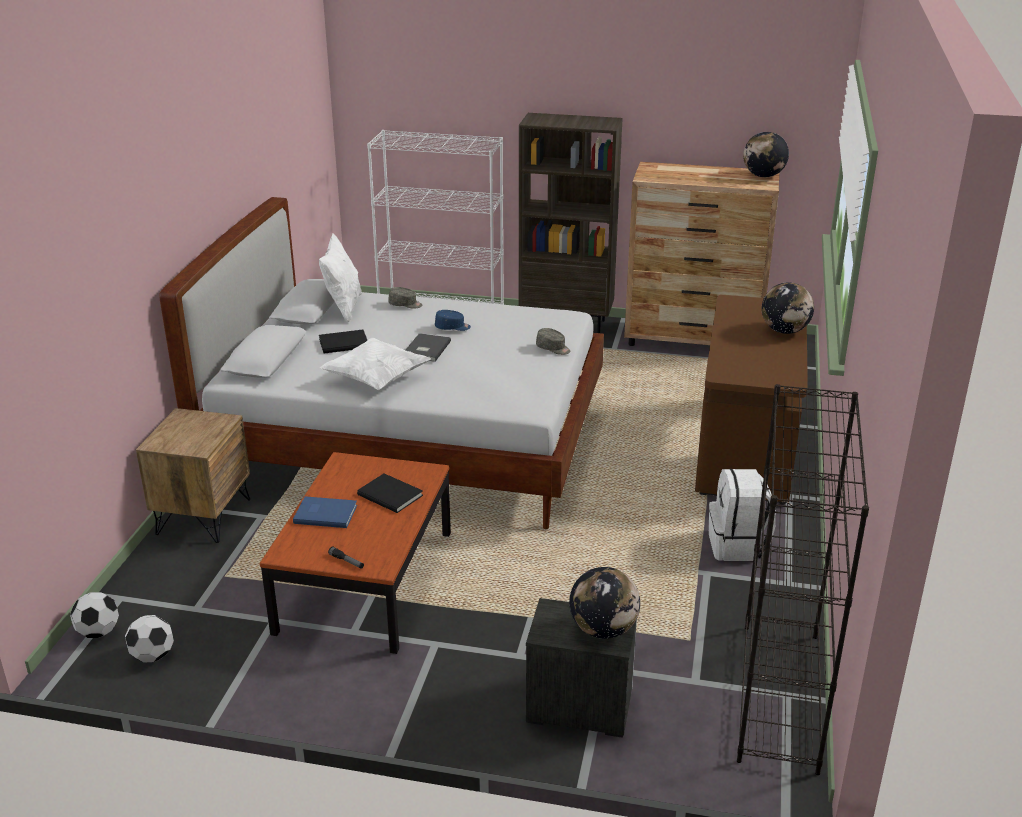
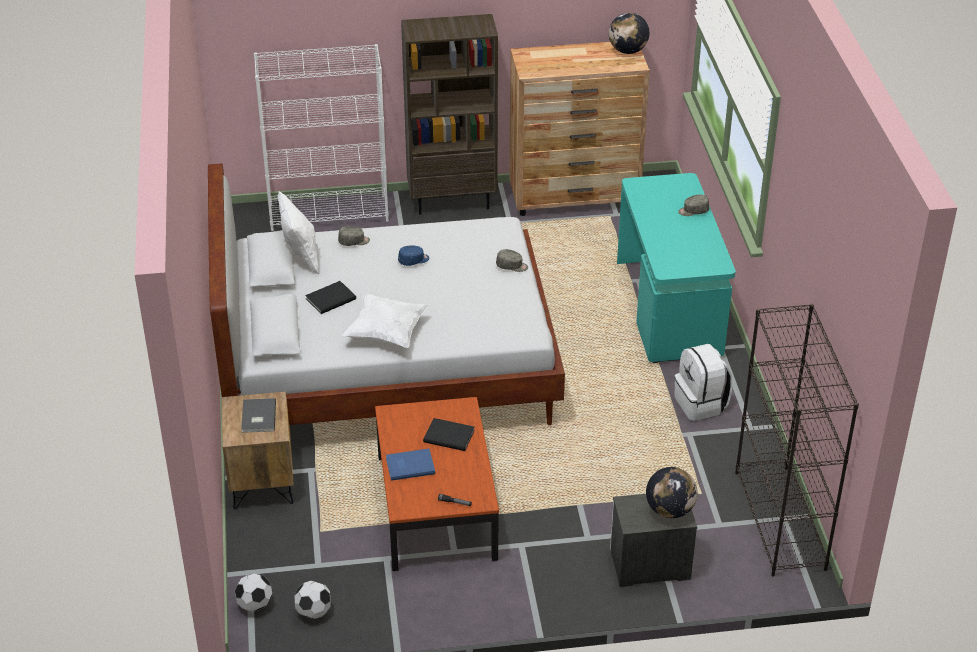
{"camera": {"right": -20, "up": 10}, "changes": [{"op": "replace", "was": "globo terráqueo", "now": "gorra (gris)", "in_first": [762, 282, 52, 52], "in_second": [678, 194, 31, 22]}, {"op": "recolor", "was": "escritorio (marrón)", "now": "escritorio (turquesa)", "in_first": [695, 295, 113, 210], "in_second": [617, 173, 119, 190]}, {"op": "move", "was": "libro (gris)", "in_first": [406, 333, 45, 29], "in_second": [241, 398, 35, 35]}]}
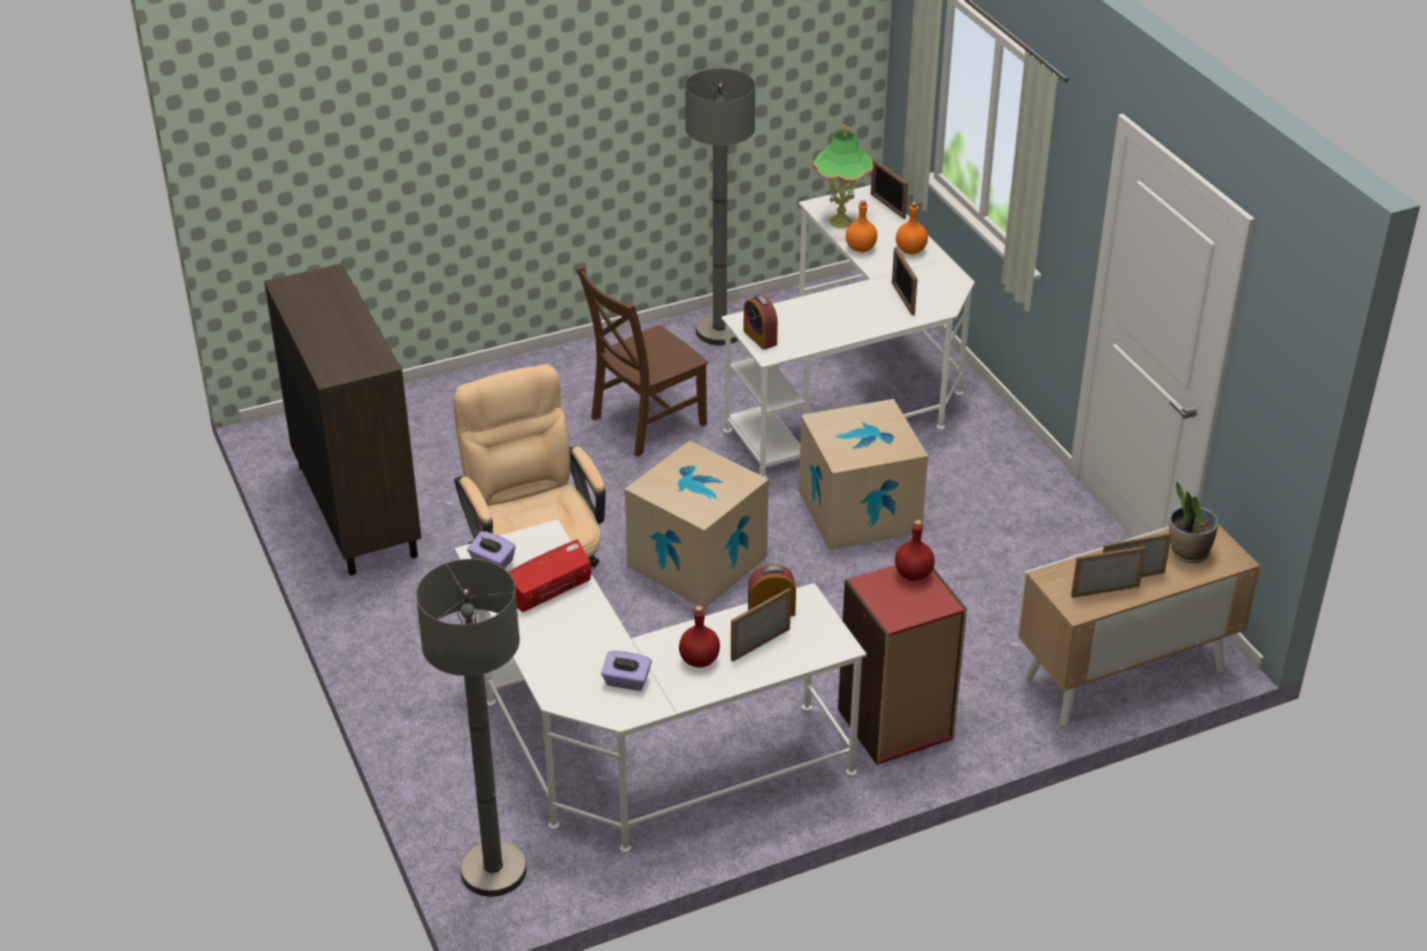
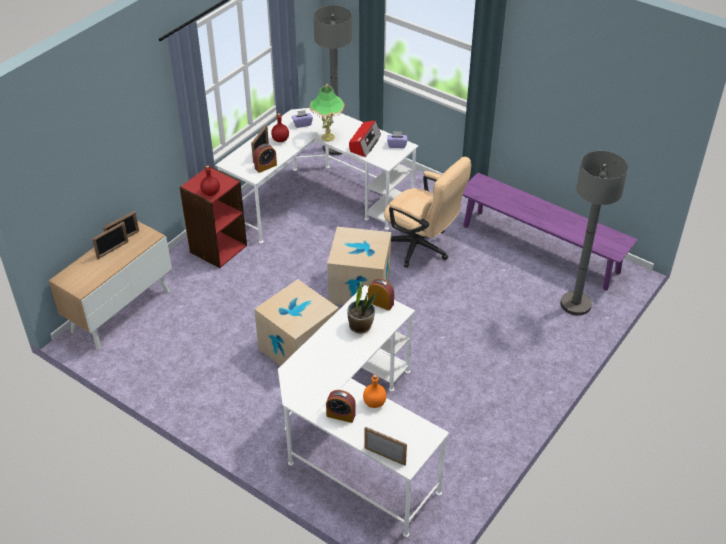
{"camera": {"right": 150, "up": 5}, "changes": [{"op": "move", "was": "lámpara de pie (gris)", "in_first": [685, 68, 70, 277], "in_second": [560, 151, 68, 164]}, {"op": "move", "was": "lámpara de mesa", "in_first": [813, 125, 61, 103], "in_second": [310, 84, 35, 57]}, {"op": "replace", "was": "botella (naranja)", "now": "despertador", "in_first": [896, 202, 32, 52], "in_second": [326, 390, 30, 33]}, {"op": "delete", "was": "portarretratos", "in_first": [892, 247, 26, 69]}, {"op": "replace", "was": "armario (marrón)", "now": "banco (morado)", "in_first": [264, 263, 158, 312], "in_second": [463, 173, 175, 117]}, {"op": "delete", "was": "silla (marrón)", "in_first": [576, 266, 132, 191]}, {"op": "move", "was": "planta en maceta", "in_first": [1169, 482, 49, 81], "in_second": [348, 282, 28, 51]}]}
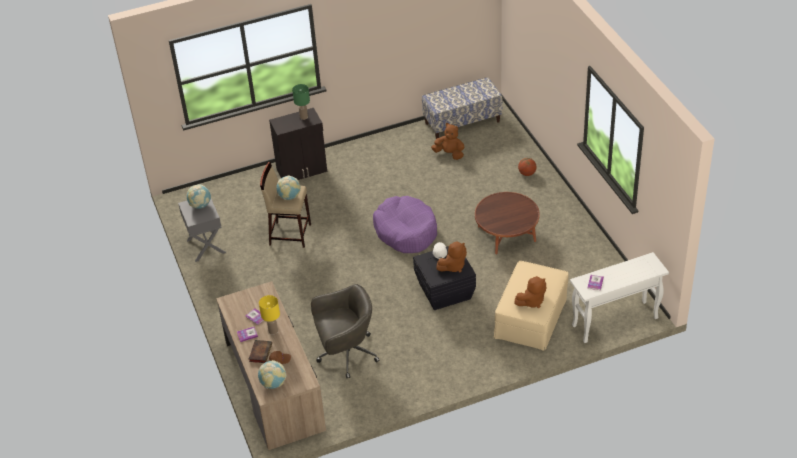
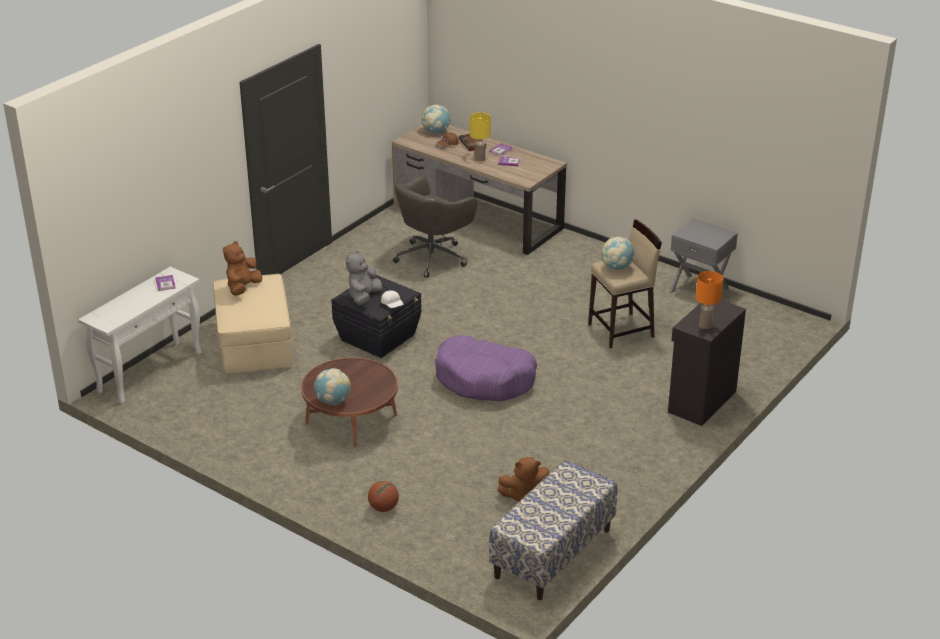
{"camera": {"right": 145, "up": -10}, "changes": [{"op": "recolor", "was": "lámpara de mesa (verde)", "now": "lámpara de mesa (naranja)", "in_first": [292, 84, 18, 36], "in_second": [696, 271, 27, 58]}, {"op": "move", "was": "globo terráqueo", "in_first": [187, 184, 24, 25], "in_second": [314, 368, 37, 38]}, {"op": "recolor", "was": "peluche (marrón)", "now": "peluche (gris)", "in_first": [436, 241, 31, 32], "in_second": [346, 250, 36, 55]}]}
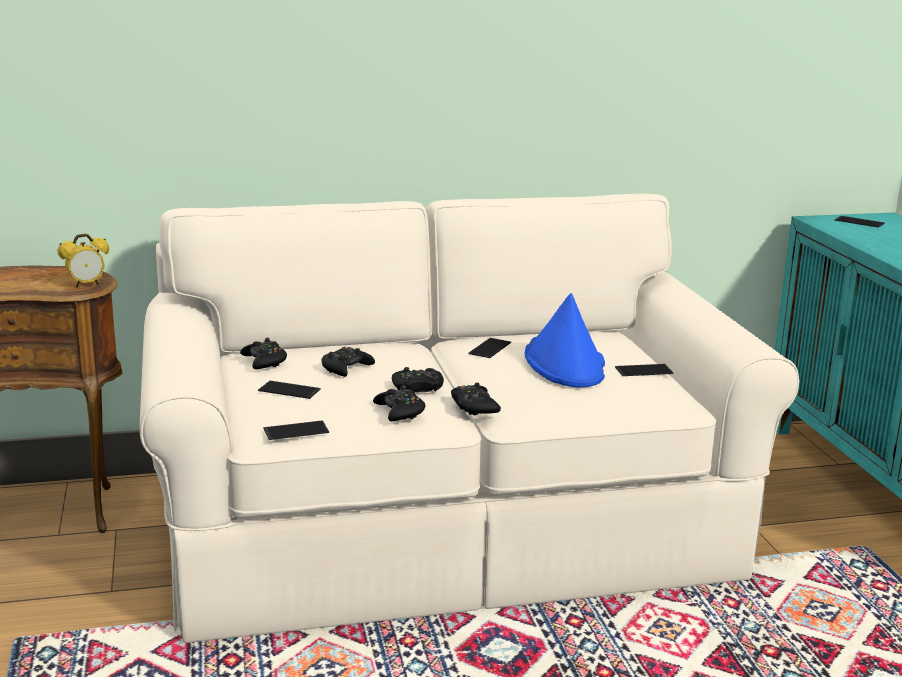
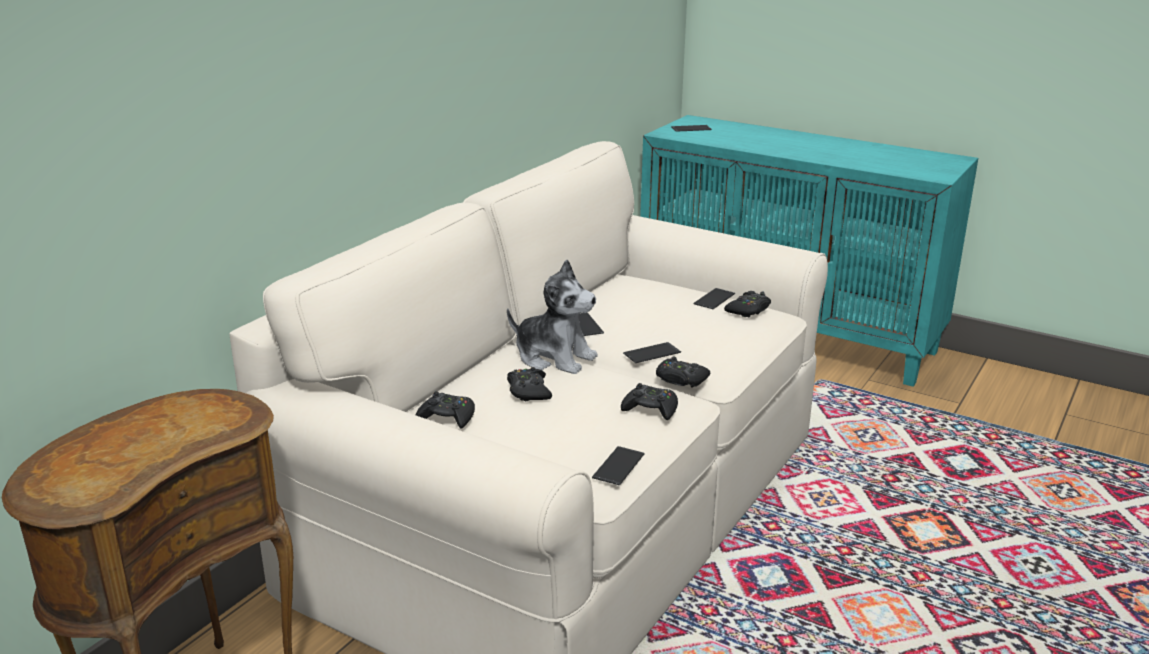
{"camera": {"right": -45, "up": 5}, "changes": [{"op": "delete", "was": "despertador", "in_first": [58, 233, 51, 55]}, {"op": "delete", "was": "sombrero (azul)", "in_first": [525, 293, 80, 94]}, {"op": "move", "was": "mando de consola (negro)", "in_first": [392, 367, 52, 25], "in_second": [724, 291, 47, 26]}, {"op": "move", "was": "móvil", "in_first": [258, 381, 63, 18], "in_second": [623, 342, 58, 21]}, {"op": "insert", "now": "peluche", "in_second": [507, 260, 90, 114]}]}
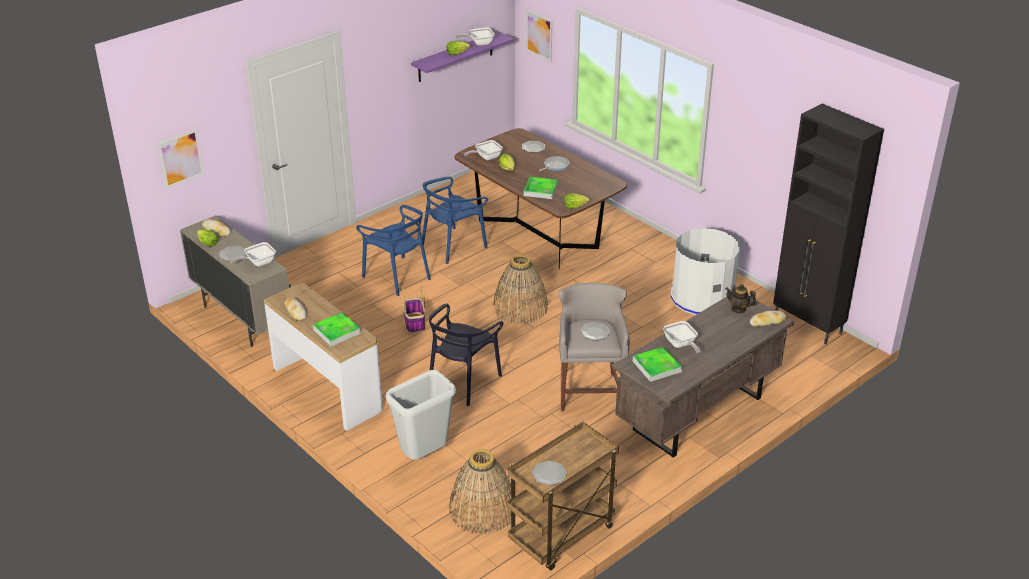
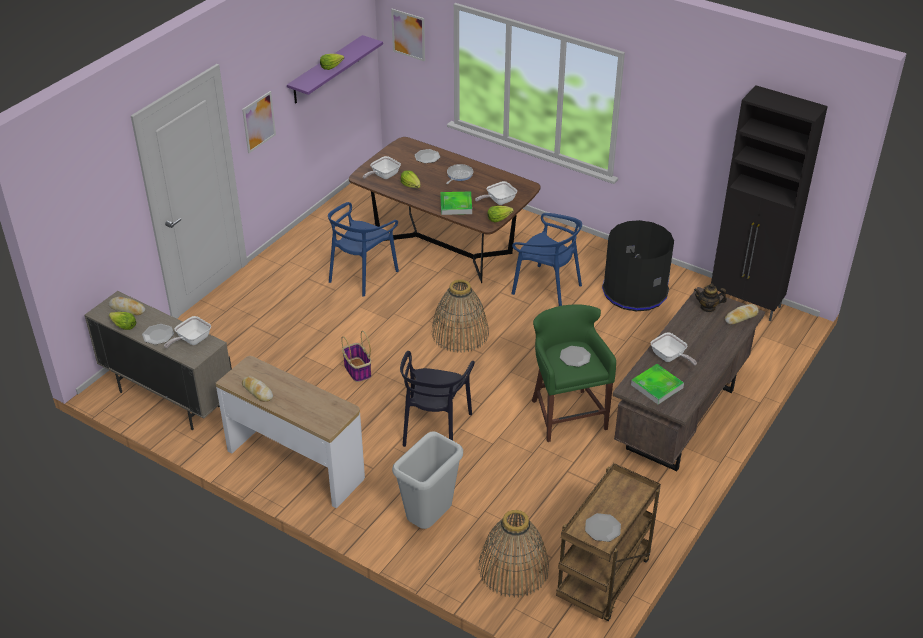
{"camera": {"right": -15, "up": 5}, "changes": [{"op": "move", "was": "sartén", "in_first": [455, 27, 40, 19], "in_second": [475, 181, 42, 24]}, {"op": "move", "was": "cuadro", "in_first": [158, 129, 46, 59], "in_second": [242, 91, 34, 62]}, {"op": "move", "was": "silla (azul)", "in_first": [356, 205, 75, 91], "in_second": [511, 213, 71, 93]}, {"op": "recolor", "was": "papelera (blanco)", "now": "papelera (negro)", "in_first": [671, 228, 69, 87], "in_second": [602, 220, 72, 91]}, {"op": "recolor", "was": "taburete (gris)", "now": "taburete (verde)", "in_first": [559, 283, 71, 128], "in_second": [532, 304, 84, 138]}, {"op": "delete", "was": "bandeja", "in_first": [313, 312, 48, 34]}]}
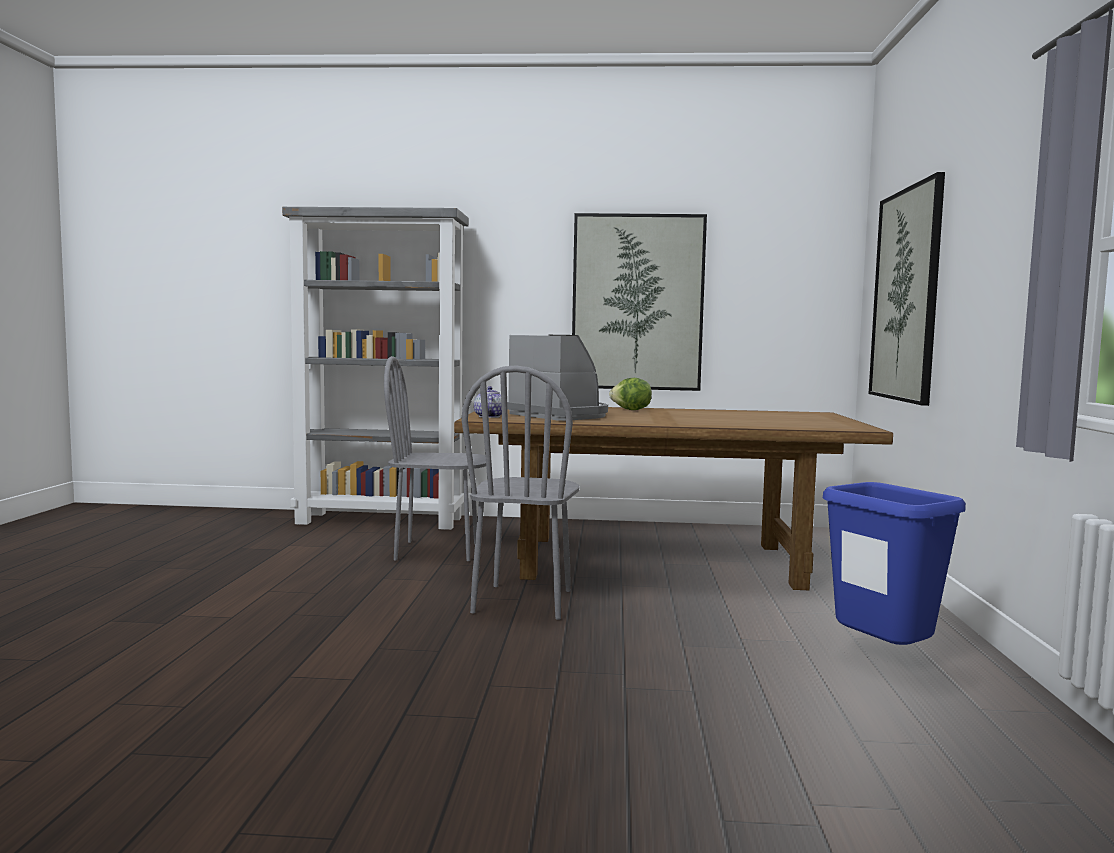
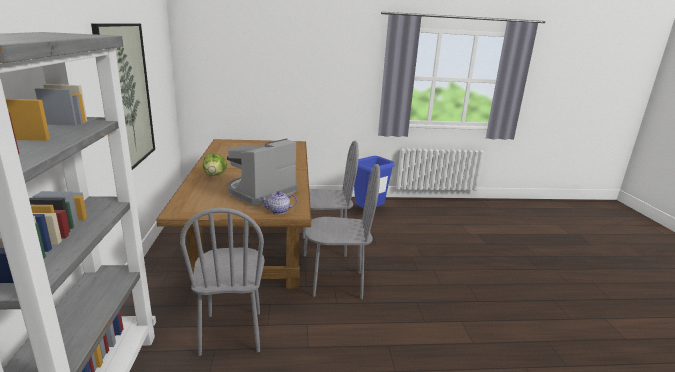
{"camera": {"right": -100, "up": 15}, "changes": [{"op": "delete", "was": "cuadro", "in_first": [869, 172, 76, 234]}, {"op": "insert", "now": "silla (gris)", "in_second": [303, 141, 56, 116]}]}
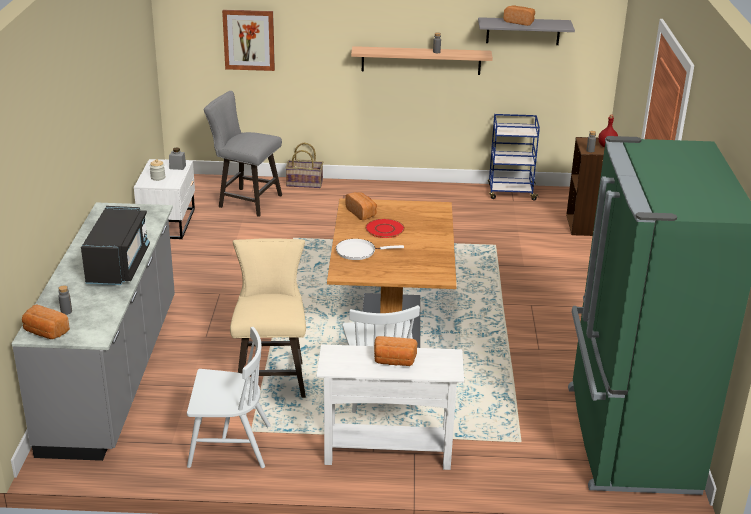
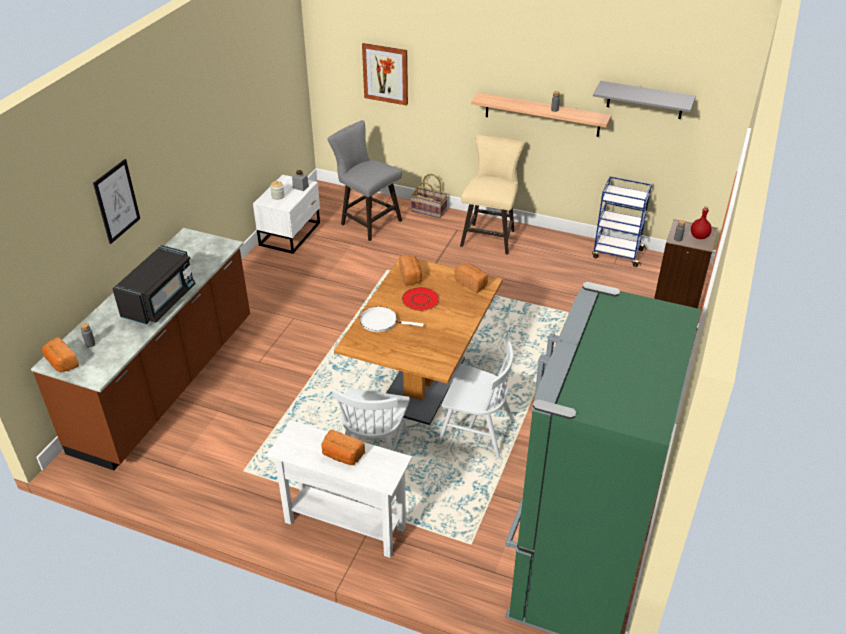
{"camera": {"right": 20, "up": 10}, "changes": [{"op": "move", "was": "pan", "in_first": [503, 5, 32, 21], "in_second": [454, 263, 34, 30]}, {"op": "recolor", "was": "mueble bajo de cocina (gris)", "now": "mueble bajo de cocina (marrón)", "in_first": [12, 202, 163, 259], "in_second": [31, 228, 219, 242]}, {"op": "move", "was": "taburete (beis)", "in_first": [230, 238, 76, 160], "in_second": [460, 135, 66, 119]}, {"op": "move", "was": "silla (blanco)", "in_first": [187, 327, 84, 141], "in_second": [438, 342, 76, 116]}, {"op": "insert", "now": "cuadro", "in_second": [93, 159, 47, 85]}]}
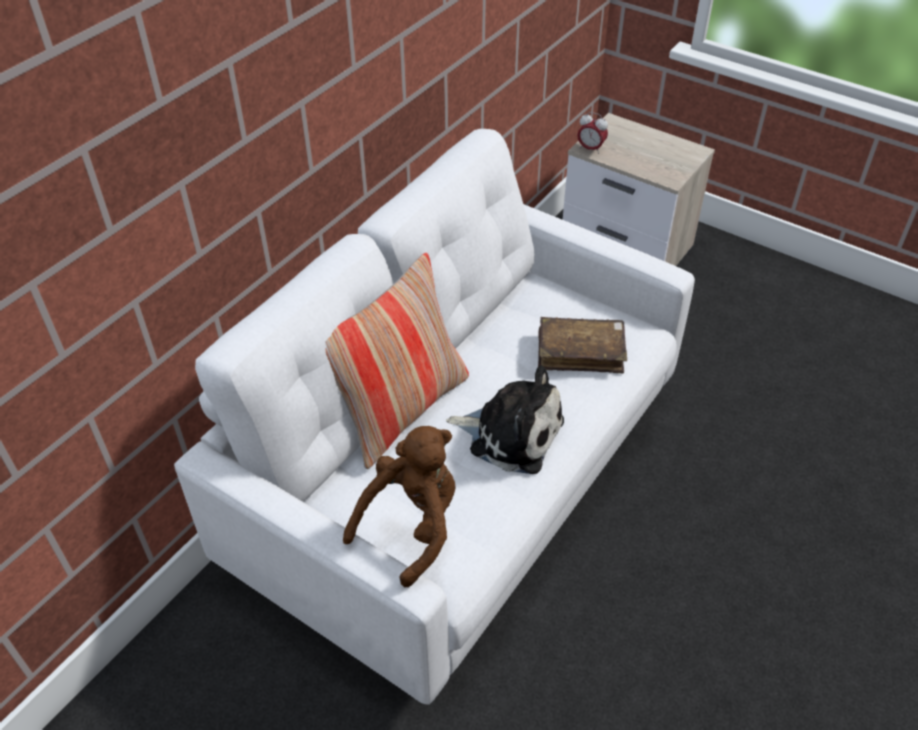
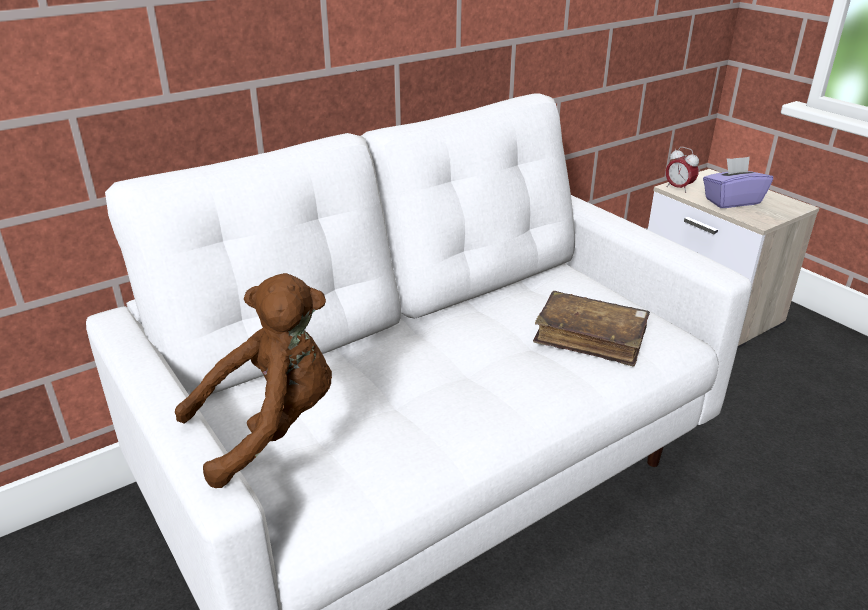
{"camera": {"right": 20, "up": -15}, "changes": [{"op": "delete", "was": "cojín", "in_first": [325, 253, 144, 216]}, {"op": "delete", "was": "peluche", "in_first": [446, 365, 118, 109]}, {"op": "insert", "now": "caja de pañuelos (morado)", "in_second": [703, 156, 70, 52]}]}
